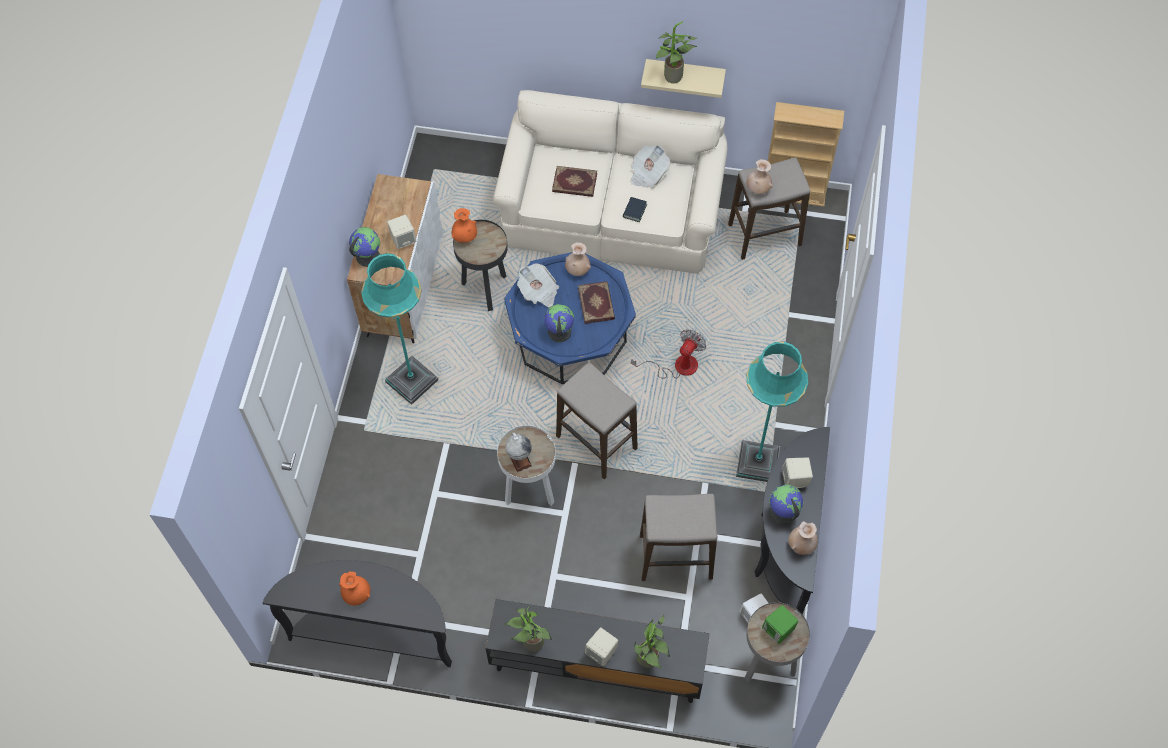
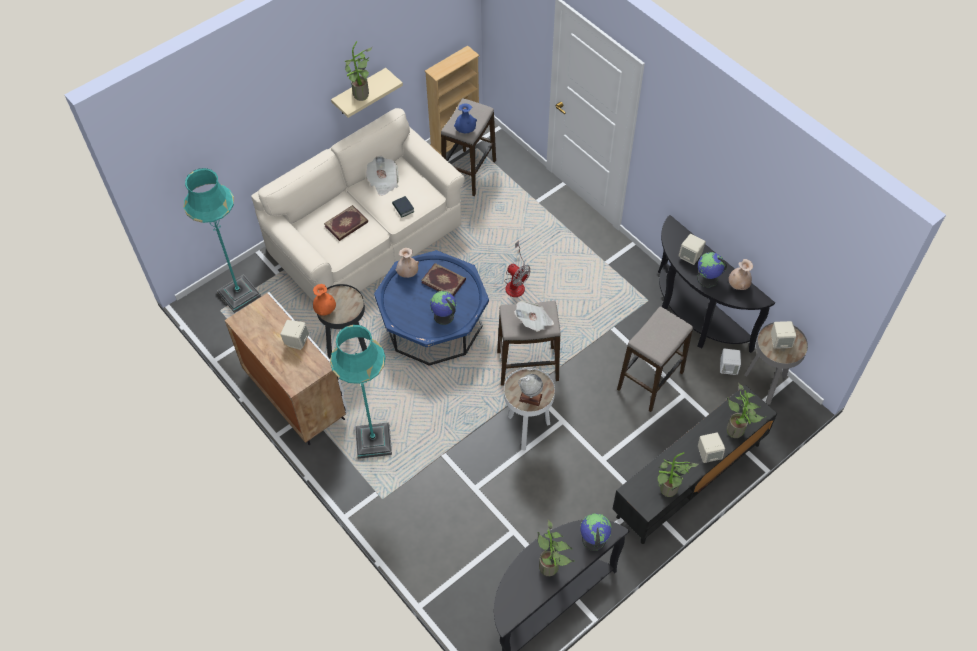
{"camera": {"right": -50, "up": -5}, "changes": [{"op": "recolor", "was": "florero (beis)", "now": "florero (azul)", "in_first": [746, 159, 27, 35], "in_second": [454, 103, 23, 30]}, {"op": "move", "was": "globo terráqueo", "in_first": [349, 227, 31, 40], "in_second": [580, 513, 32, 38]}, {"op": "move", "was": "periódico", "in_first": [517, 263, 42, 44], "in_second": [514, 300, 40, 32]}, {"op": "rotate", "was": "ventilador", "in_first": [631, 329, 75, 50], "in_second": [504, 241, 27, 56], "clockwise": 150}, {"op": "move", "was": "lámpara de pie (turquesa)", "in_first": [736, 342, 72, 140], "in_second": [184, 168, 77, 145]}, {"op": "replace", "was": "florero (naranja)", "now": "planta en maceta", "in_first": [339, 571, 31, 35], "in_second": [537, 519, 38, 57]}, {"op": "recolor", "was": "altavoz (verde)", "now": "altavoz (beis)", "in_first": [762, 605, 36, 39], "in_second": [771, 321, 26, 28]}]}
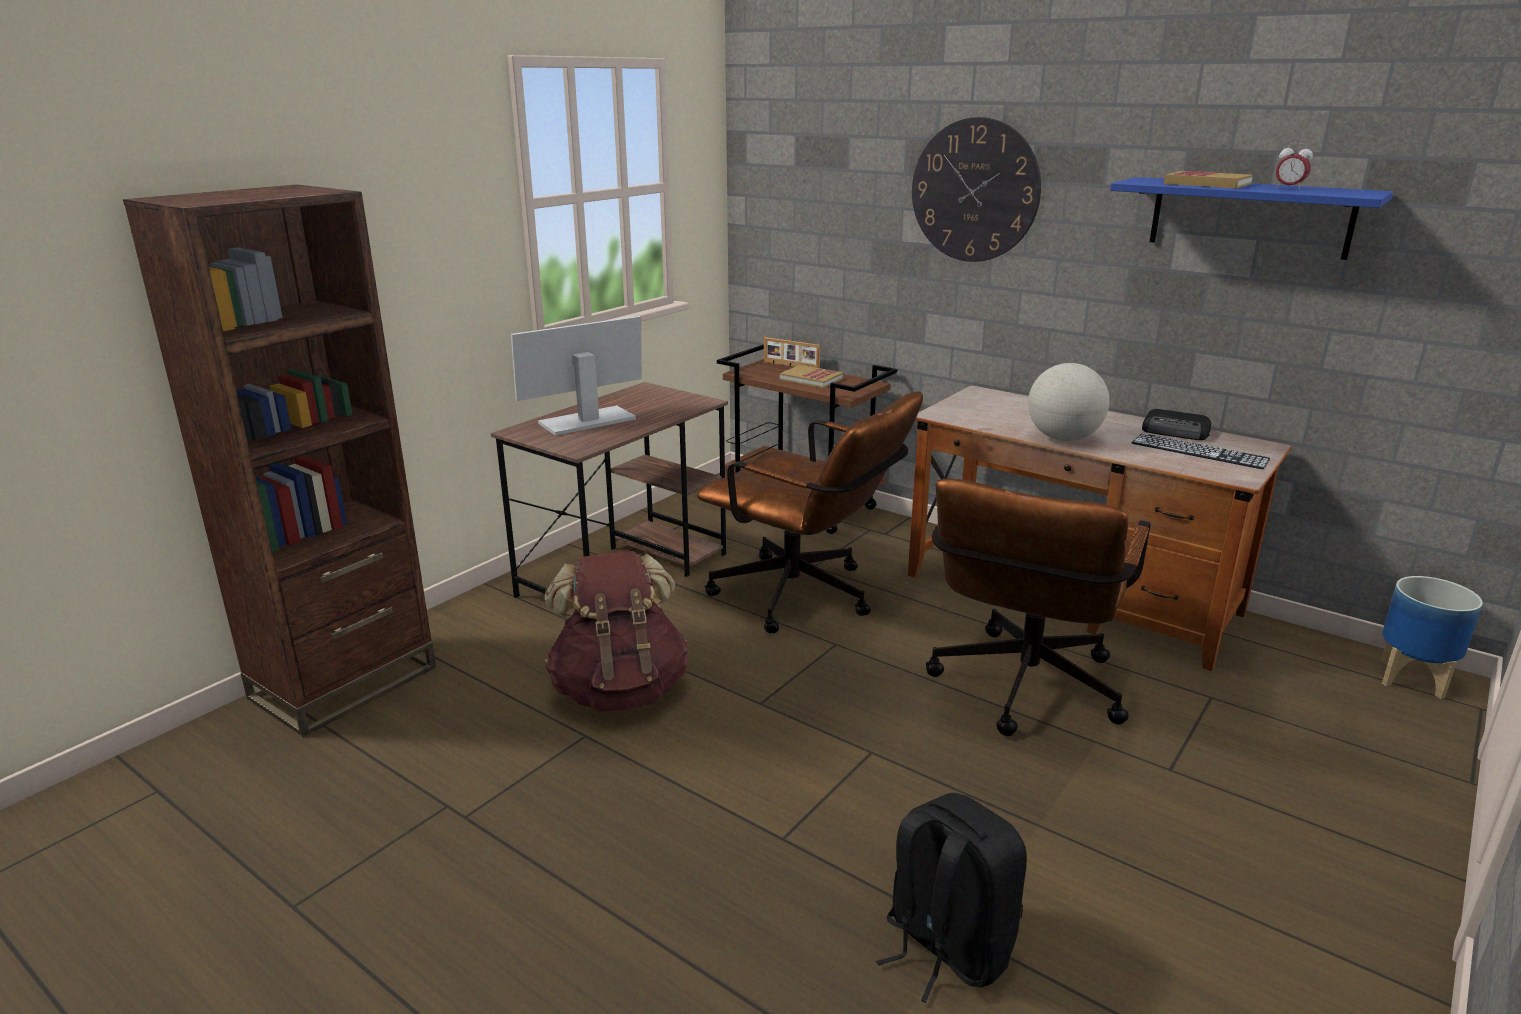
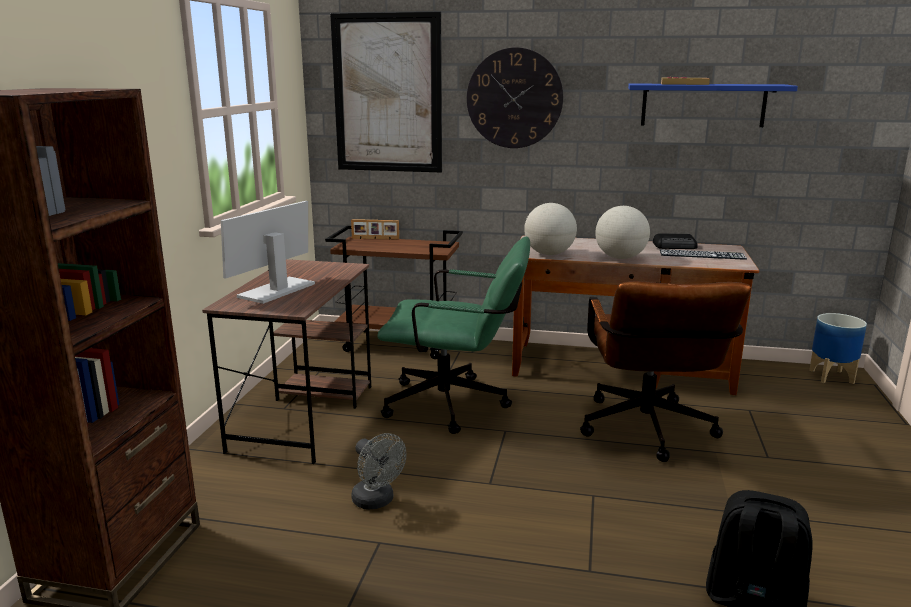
{"camera": {"right": -25, "up": -5}, "changes": [{"op": "delete", "was": "despertador", "in_first": [1276, 143, 37, 47]}, {"op": "delete", "was": "libro", "in_first": [780, 365, 64, 23]}, {"op": "recolor", "was": "silla de oficina (marrón)", "now": "silla de oficina (verde)", "in_first": [697, 392, 226, 241], "in_second": [377, 237, 153, 197]}, {"op": "replace", "was": "mochila (marrón)", "now": "ventilador (gris)", "in_first": [545, 551, 144, 161], "in_second": [351, 433, 55, 76]}, {"op": "insert", "now": "cuadro", "in_second": [330, 12, 112, 161]}, {"op": "insert", "now": "globo terráqueo", "in_second": [524, 203, 53, 52]}]}
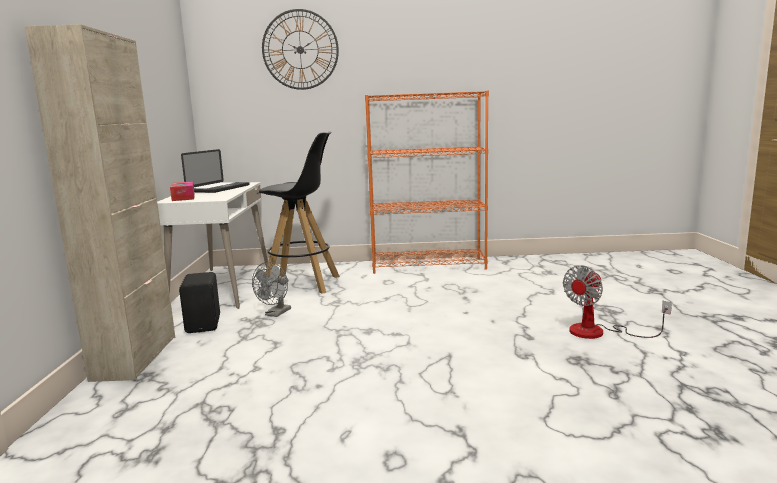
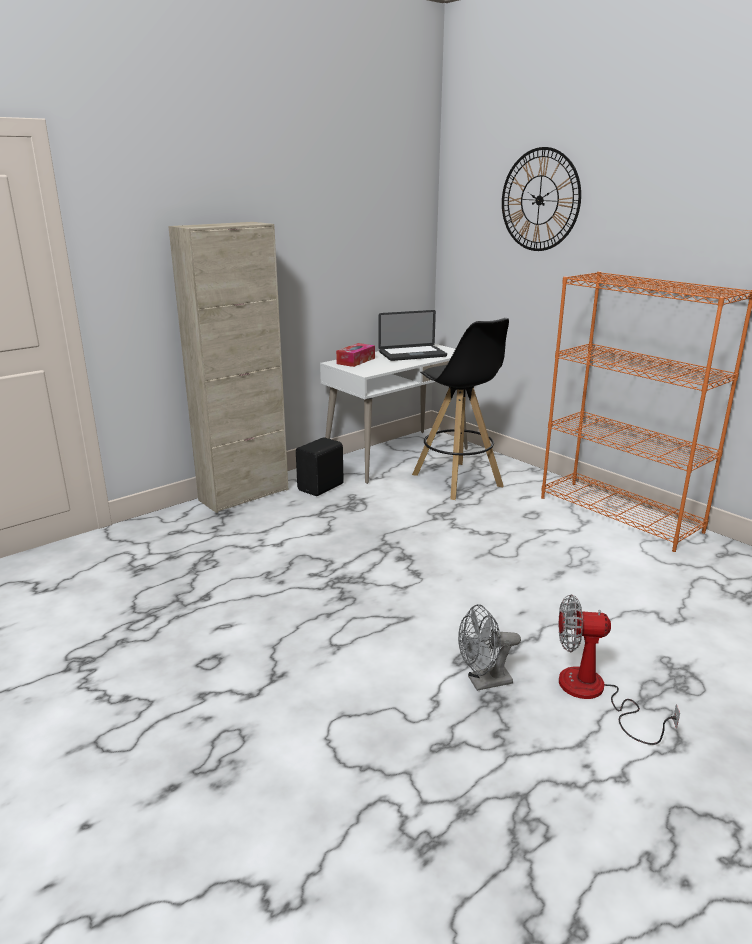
{"camera": {"right": 50, "up": 10}, "changes": [{"op": "move", "was": "ventilador (gris)", "in_first": [252, 262, 39, 55], "in_second": [458, 604, 63, 87]}]}
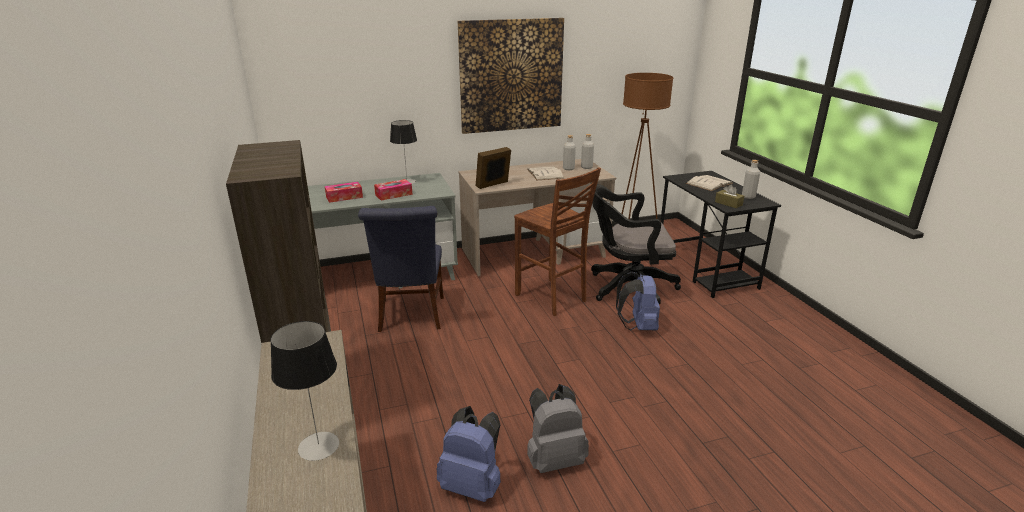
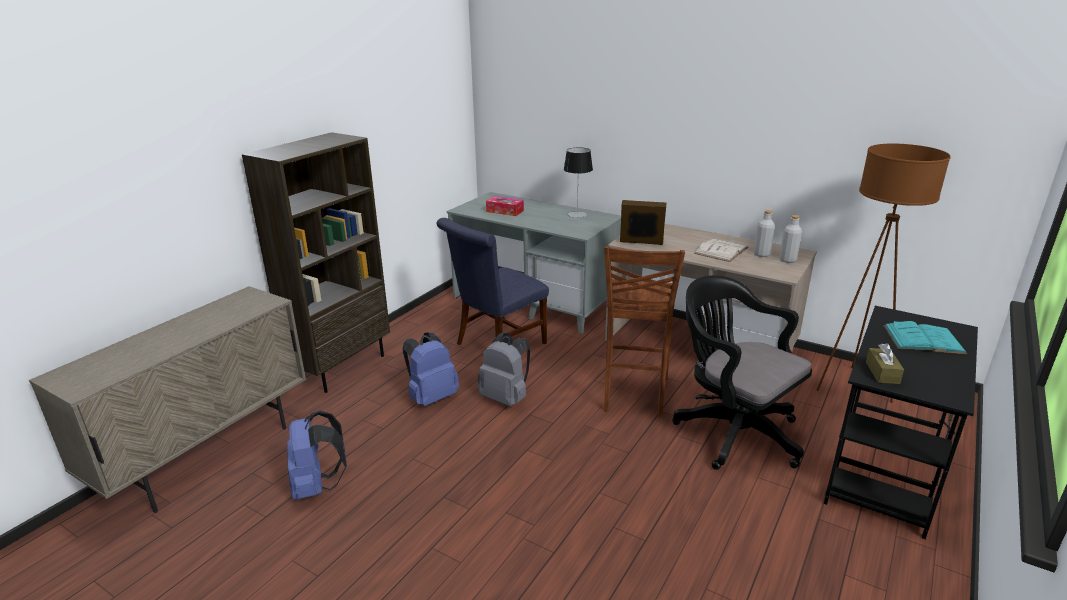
{"camera": {"right": 50, "up": 0}, "changes": [{"op": "delete", "was": "cuadro", "in_first": [458, 18, 106, 116]}, {"op": "delete", "was": "botella (gris)", "in_first": [742, 160, 18, 39]}, {"op": "recolor", "was": "libro (blanco)", "now": "libro (turquesa)", "in_first": [686, 175, 47, 16], "in_second": [883, 321, 85, 34]}, {"op": "delete", "was": "caja de pañuelos", "in_first": [374, 179, 39, 22]}, {"op": "move", "was": "mochila (azul)", "in_first": [616, 272, 44, 58], "in_second": [403, 332, 56, 74]}, {"op": "delete", "was": "lámpara de mesa", "in_first": [270, 321, 69, 140]}, {"op": "move", "was": "mochila (gris)", "in_first": [527, 384, 62, 89], "in_second": [478, 333, 52, 74]}]}
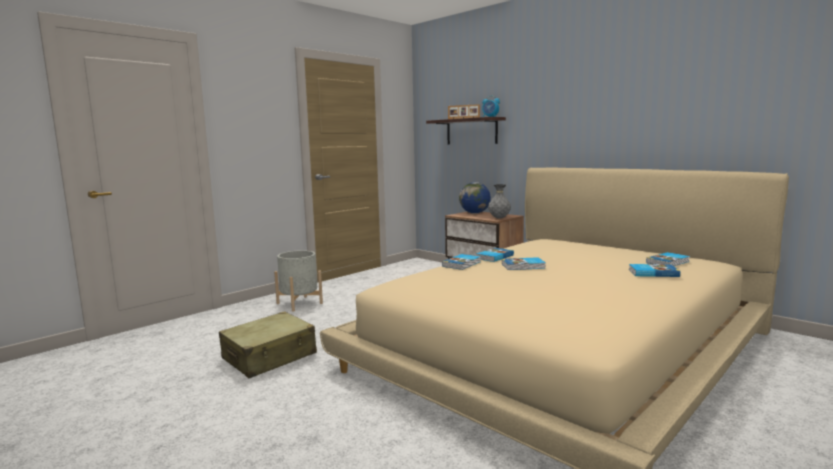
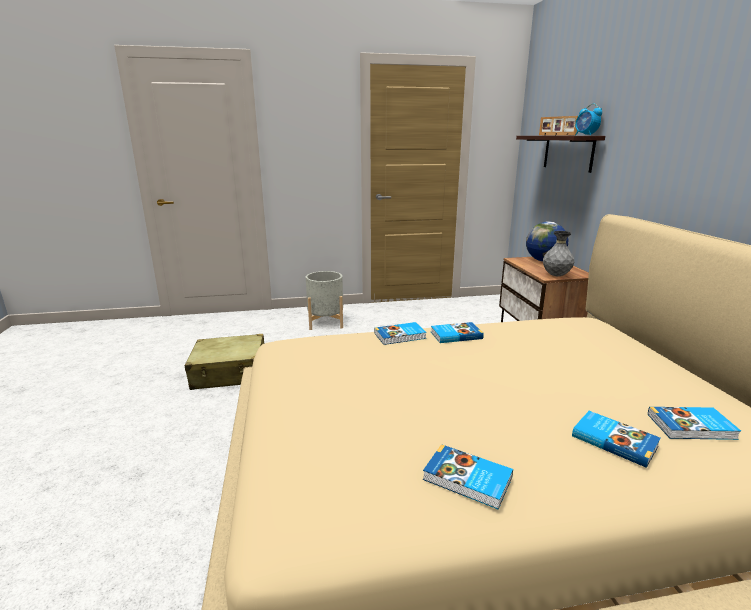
{"camera": {"right": 35, "up": 10}, "changes": [{"op": "move", "was": "libro", "in_first": [502, 257, 44, 13], "in_second": [423, 444, 90, 65]}]}
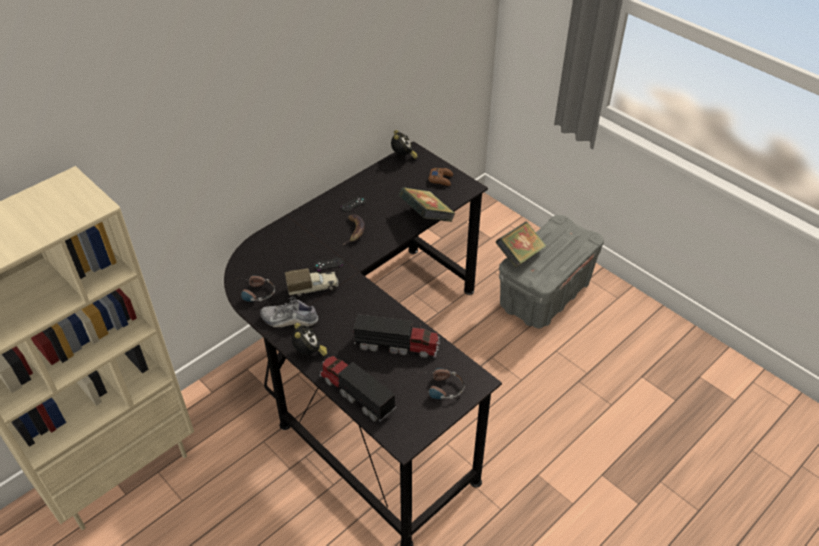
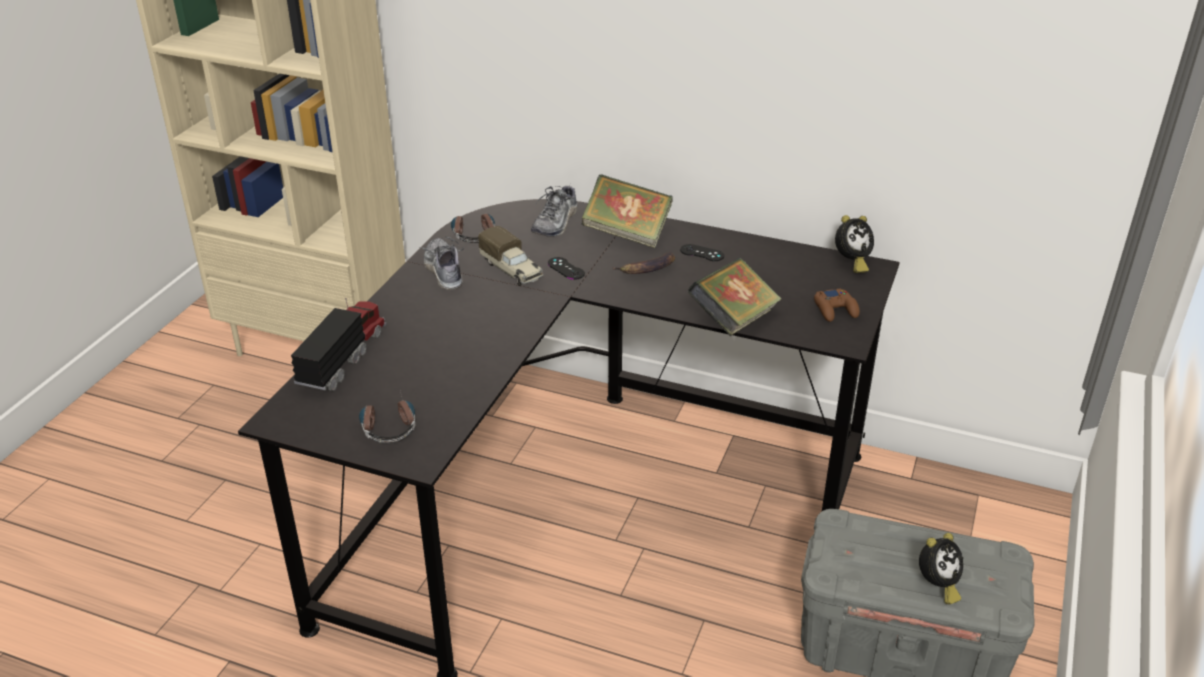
{"camera": {"right": 65, "up": -10}, "changes": [{"op": "move", "was": "libro", "in_first": [496, 222, 50, 46], "in_second": [582, 174, 91, 74]}, {"op": "delete", "was": "camión de juguete", "in_first": [354, 314, 87, 44]}, {"op": "move", "was": "despertador", "in_first": [292, 323, 35, 33], "in_second": [919, 533, 44, 71]}, {"op": "insert", "now": "zapato", "in_second": [531, 184, 47, 53]}]}
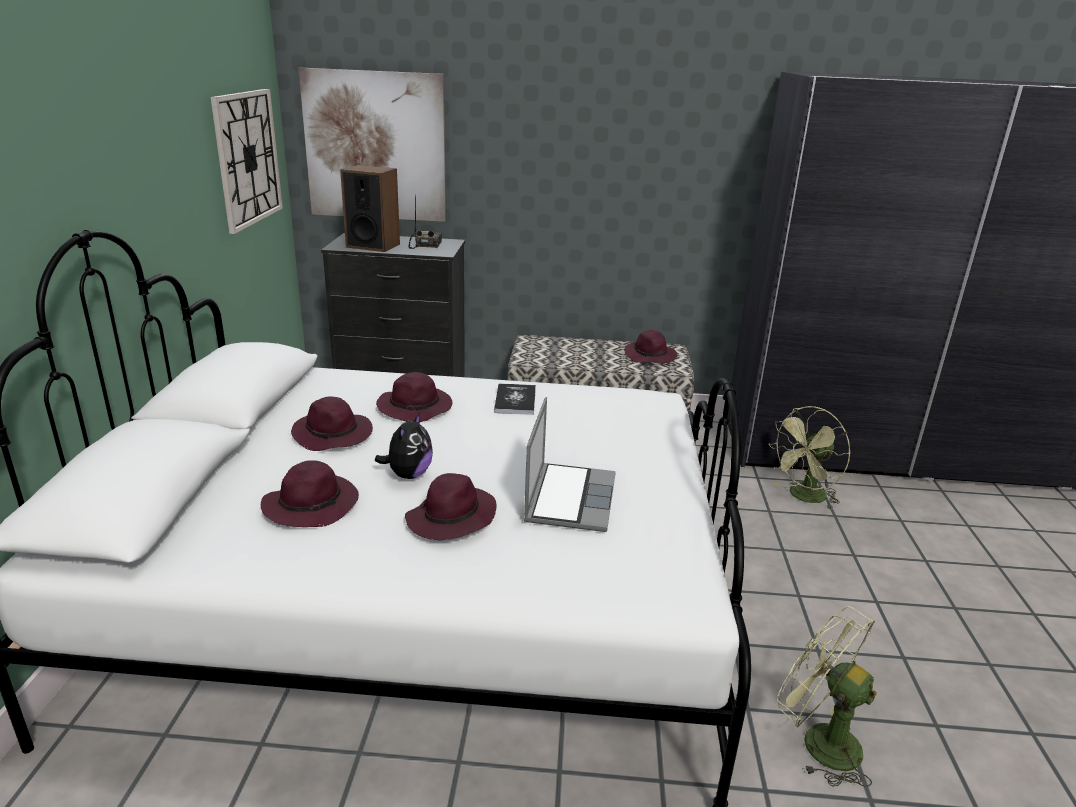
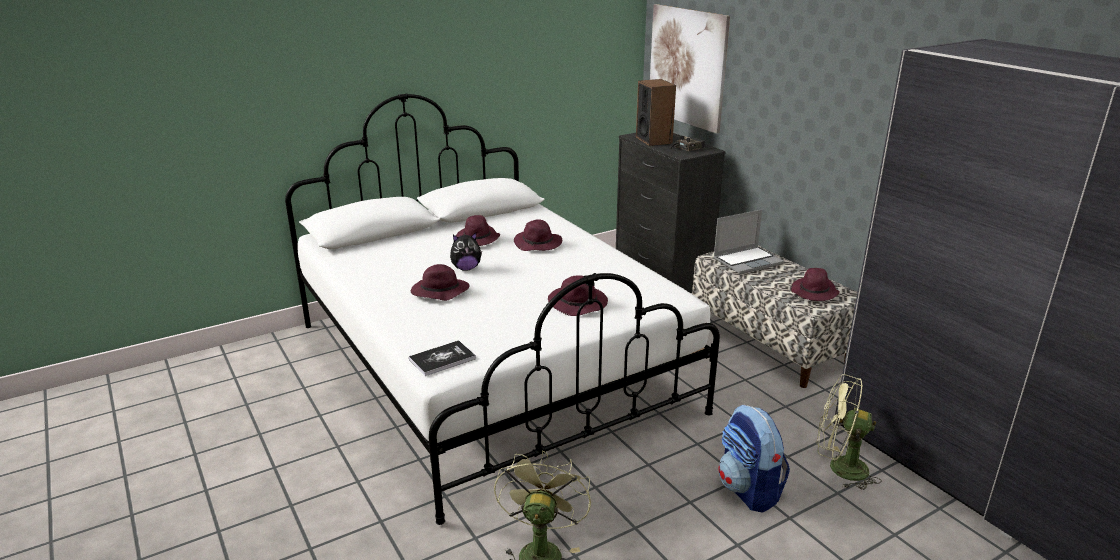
{"camera": {"right": 55, "up": 0}, "changes": [{"op": "delete", "was": "reloj de pared", "in_first": [210, 89, 73, 145]}, {"op": "move", "was": "libro", "in_first": [494, 383, 42, 32], "in_second": [409, 340, 67, 36]}, {"op": "move", "was": "portátil", "in_first": [524, 397, 92, 135], "in_second": [713, 209, 71, 65]}, {"op": "move", "was": "sombrero (morado)", "in_first": [261, 460, 98, 67], "in_second": [548, 276, 60, 40]}, {"op": "insert", "now": "mochila", "in_second": [718, 405, 72, 108]}]}
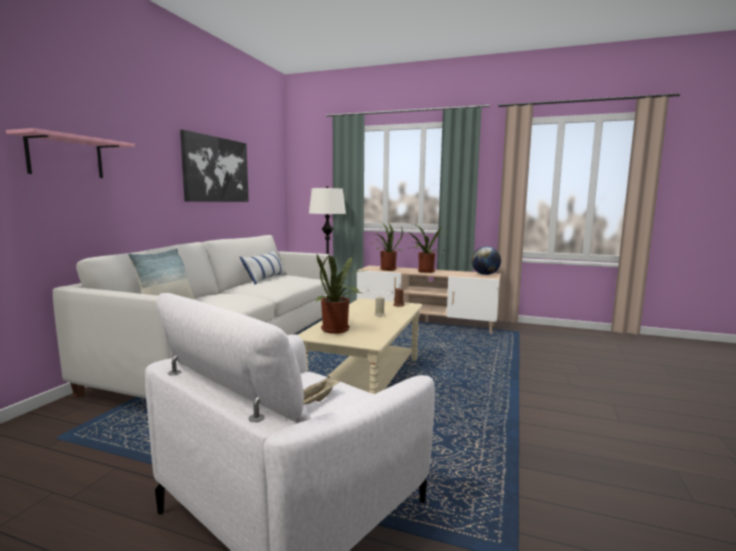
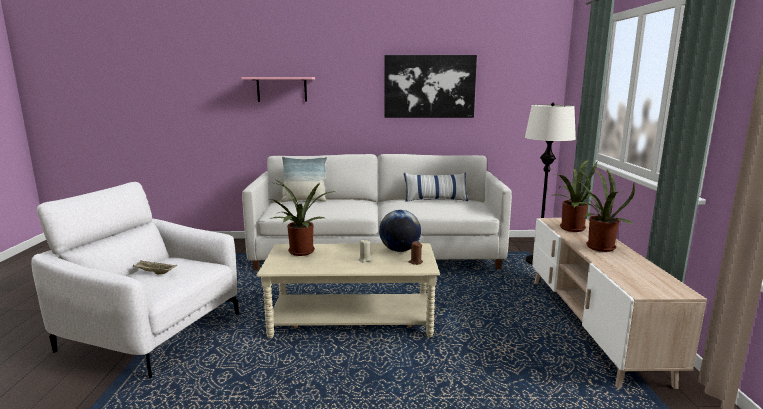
{"camera": {"right": 70, "up": 5}, "changes": [{"op": "move", "was": "globo terráqueo", "in_first": [471, 246, 30, 29], "in_second": [379, 210, 42, 42]}]}
